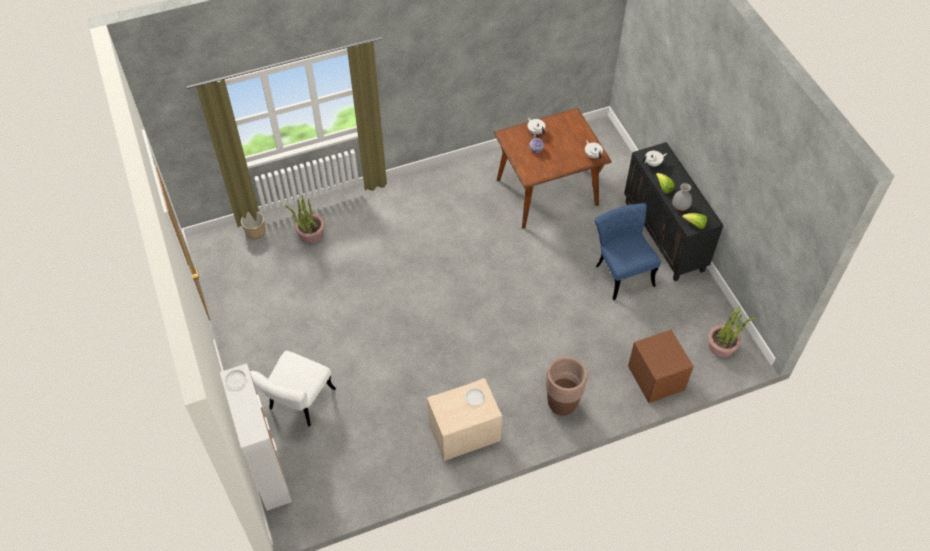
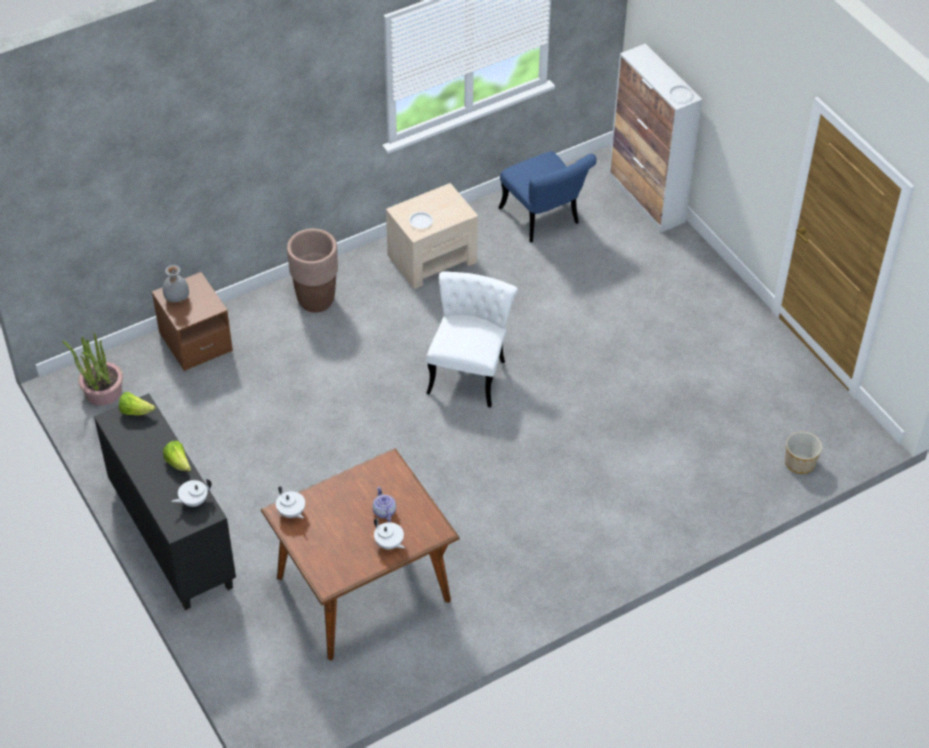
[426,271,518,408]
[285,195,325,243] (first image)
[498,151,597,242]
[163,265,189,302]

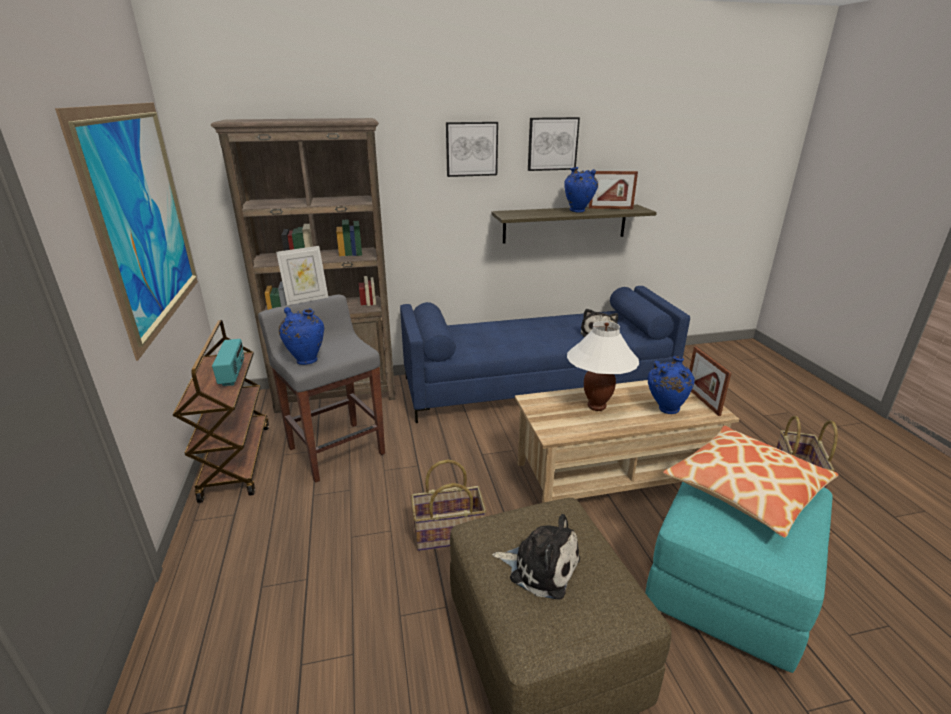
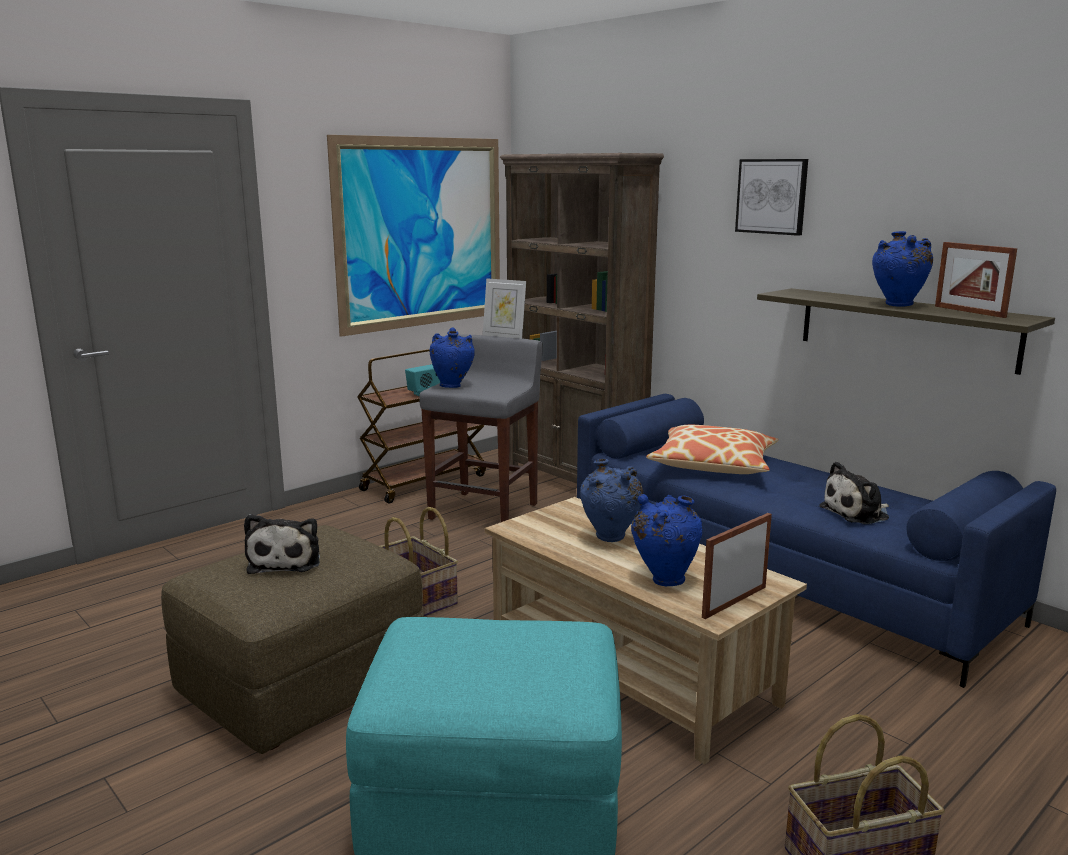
[528,117,580,171] (first image)
[580,459,643,542]
[646,425,778,474]

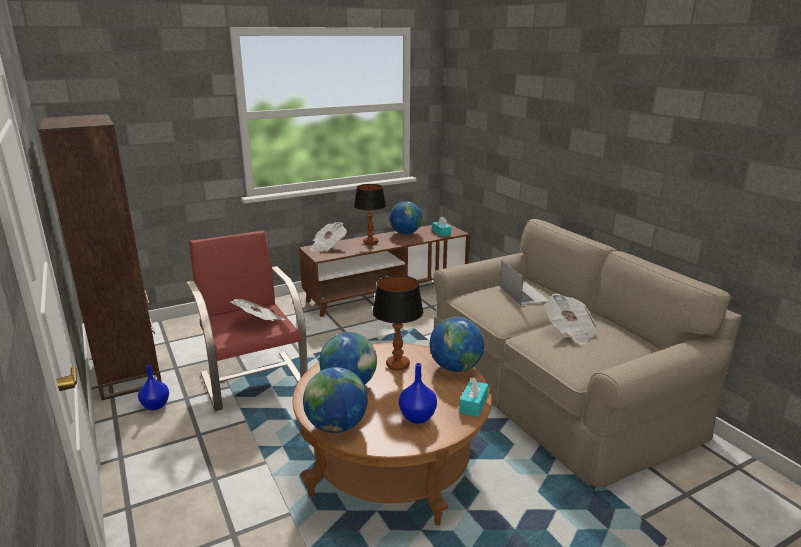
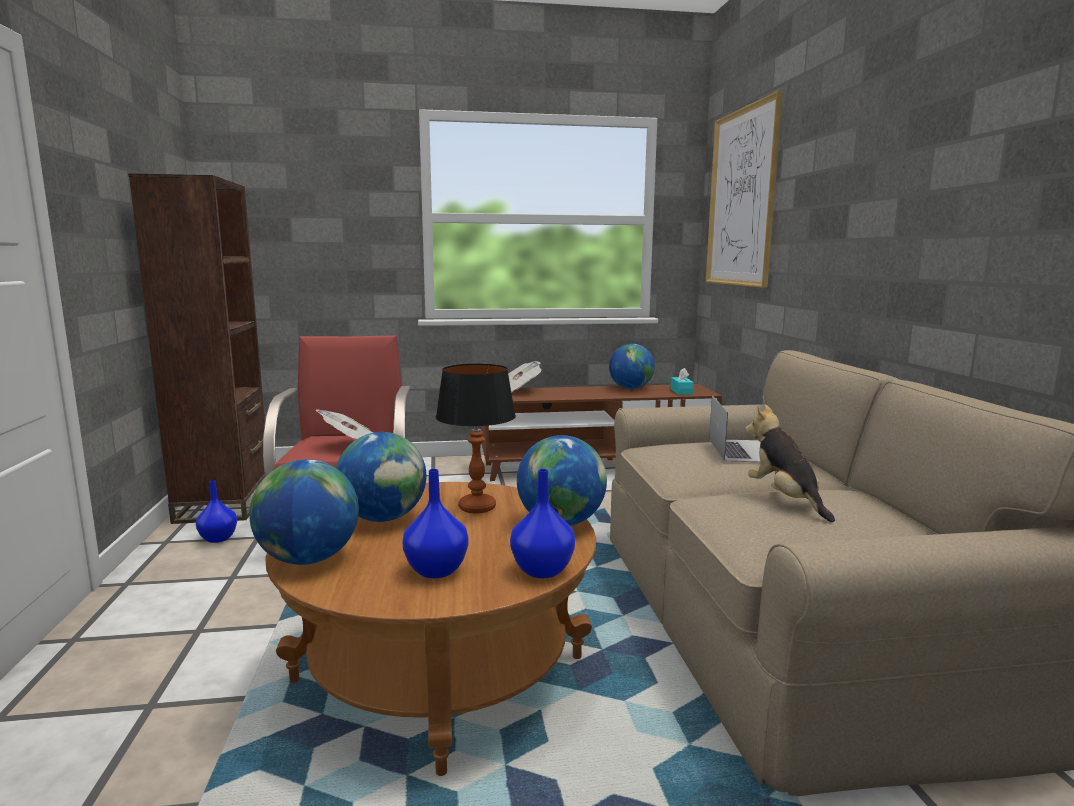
[354,184,386,245] (first image)
[510,469,575,578]
[745,405,835,522]
[706,91,783,288]

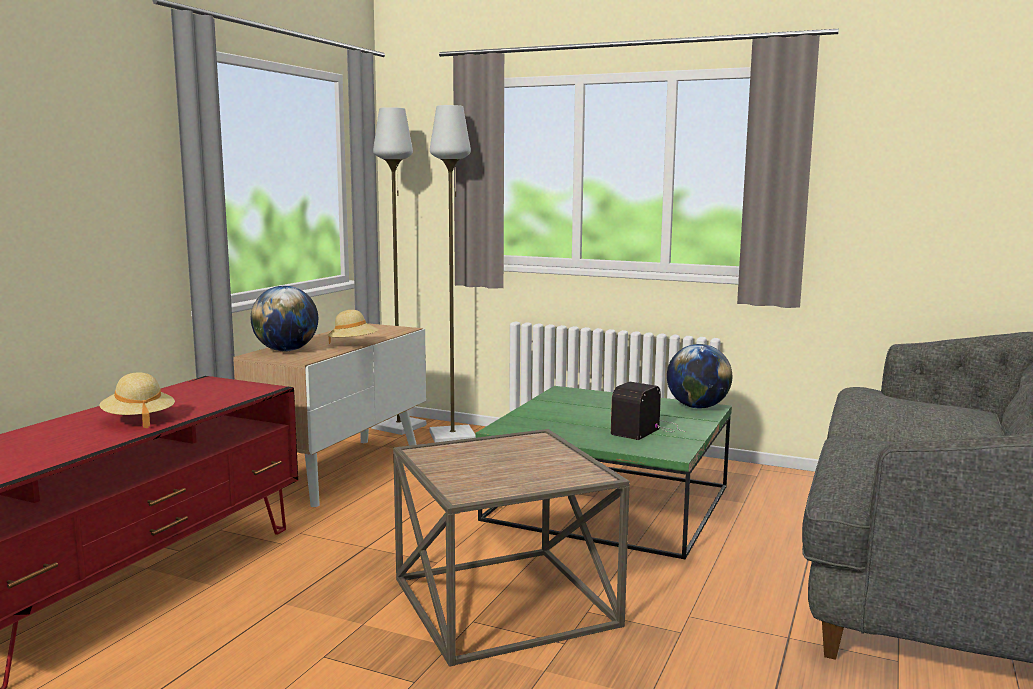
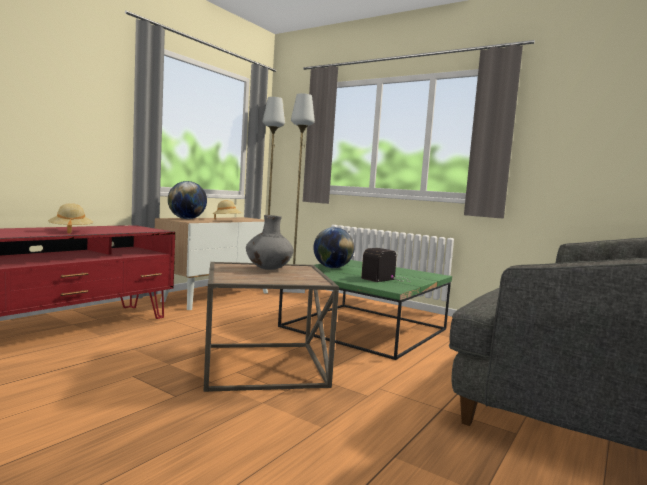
[313,227,354,268]
[246,215,294,270]

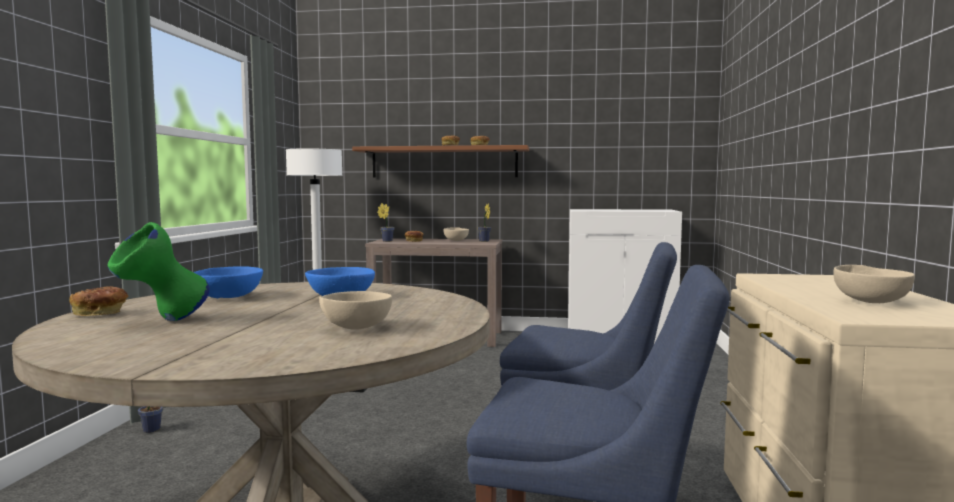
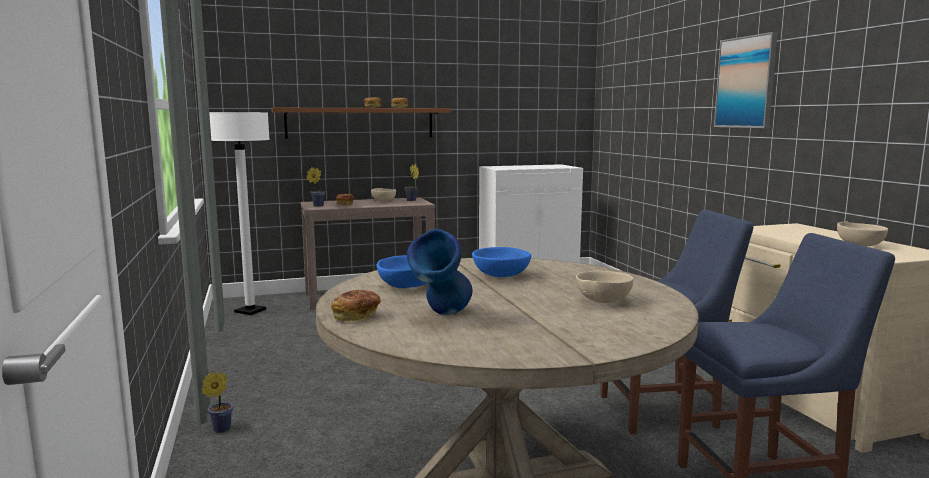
[407,229,473,315]
[714,32,778,128]

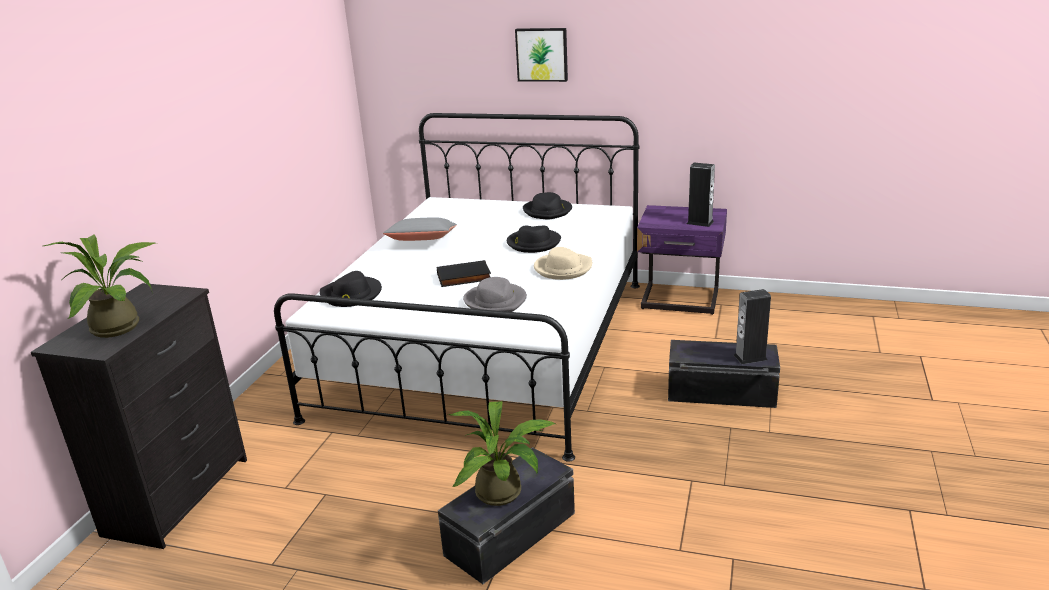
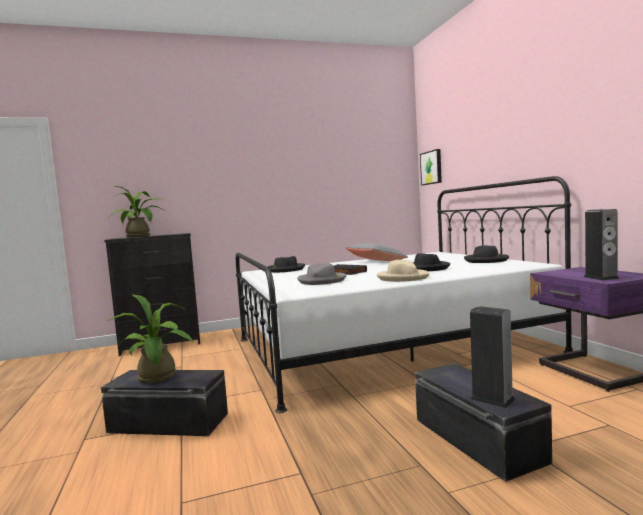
[420,149,442,185]

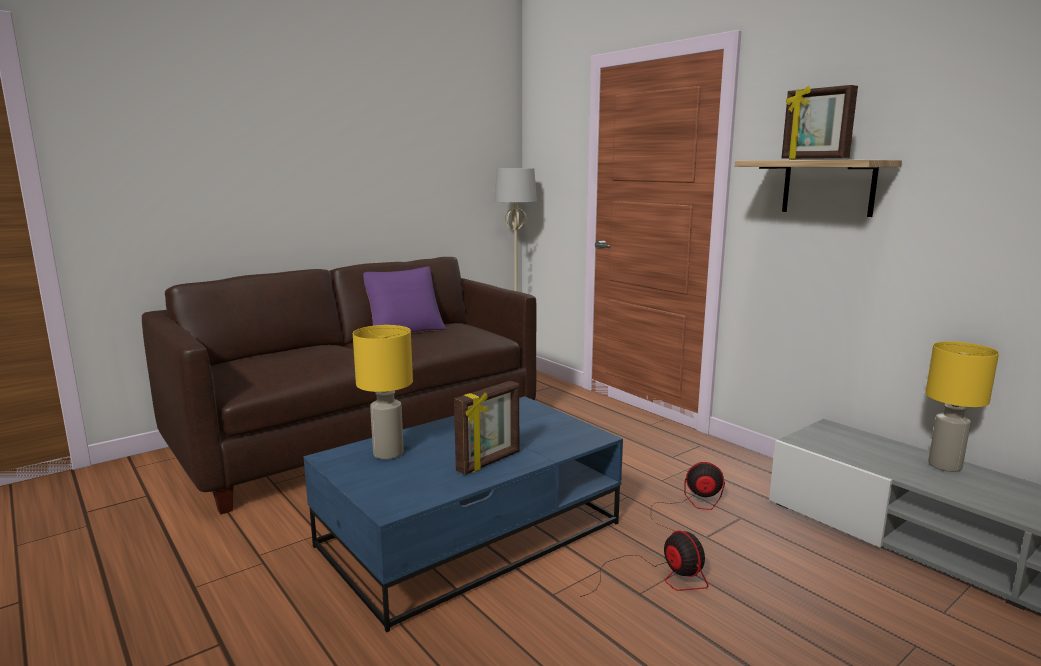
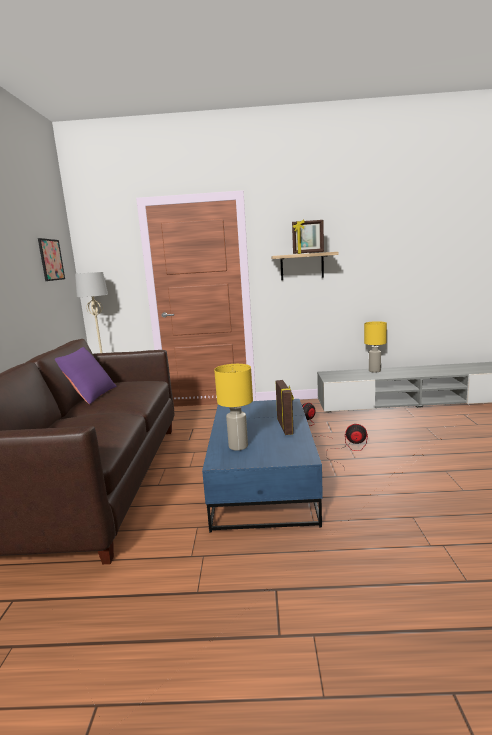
[38,238,65,281]

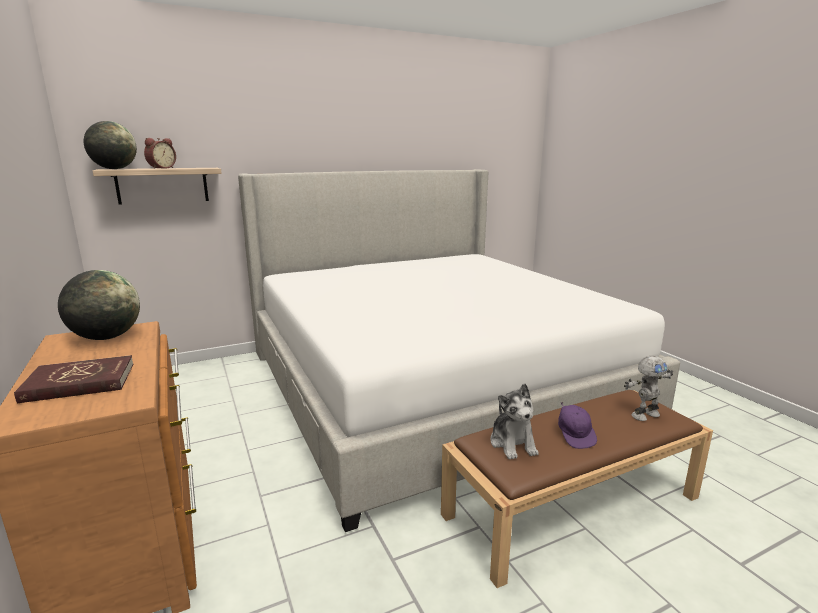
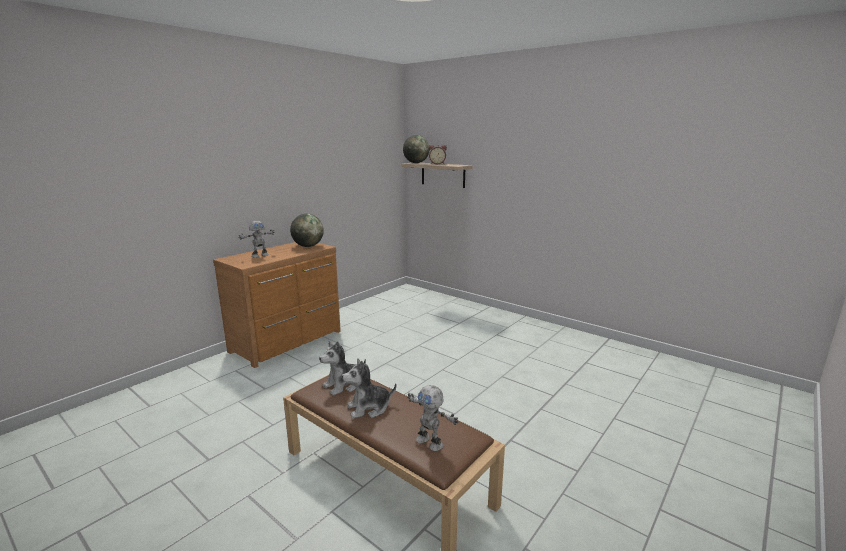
[239,221,275,258]
[238,169,680,532] (first image)
[342,358,396,419]

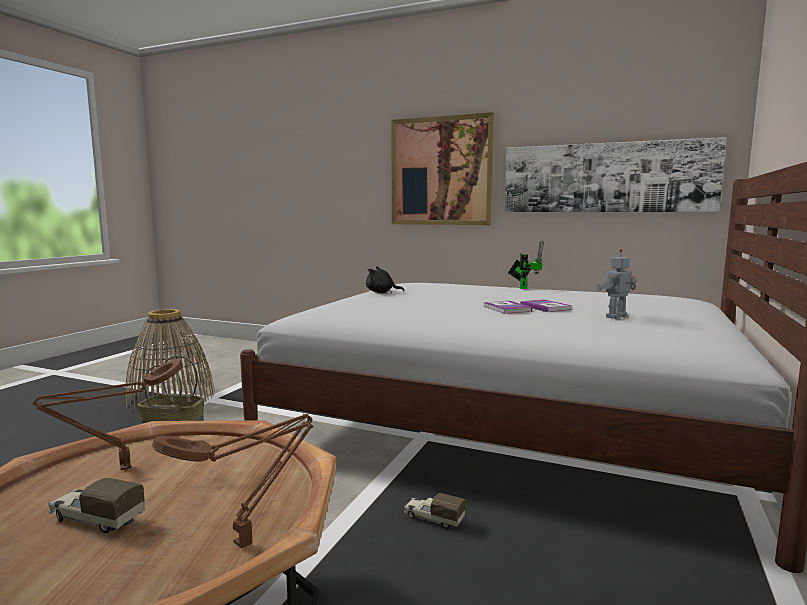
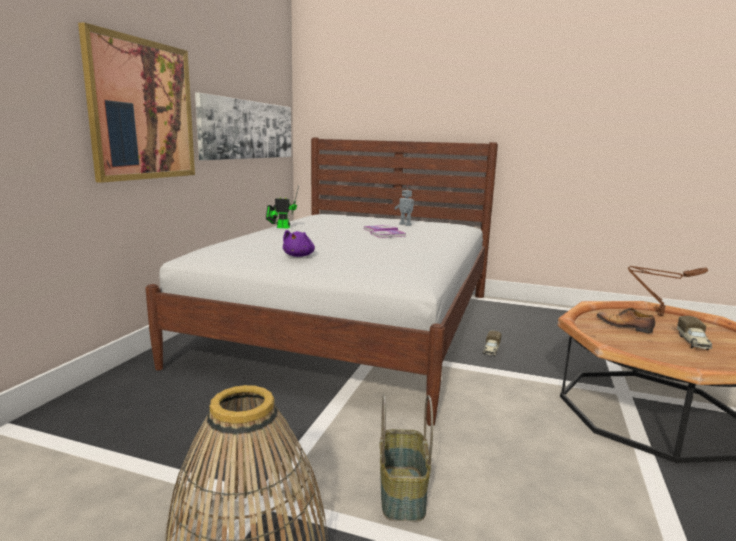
[33,359,183,470] (first image)
[283,230,315,257]
[597,308,655,333]

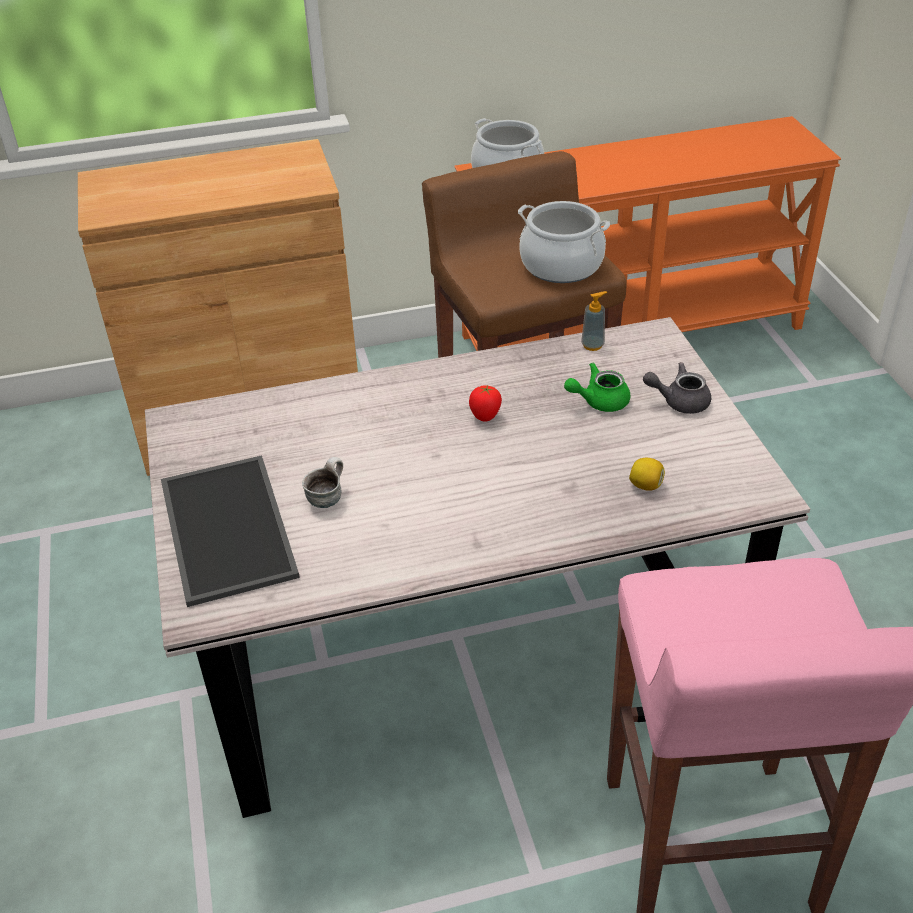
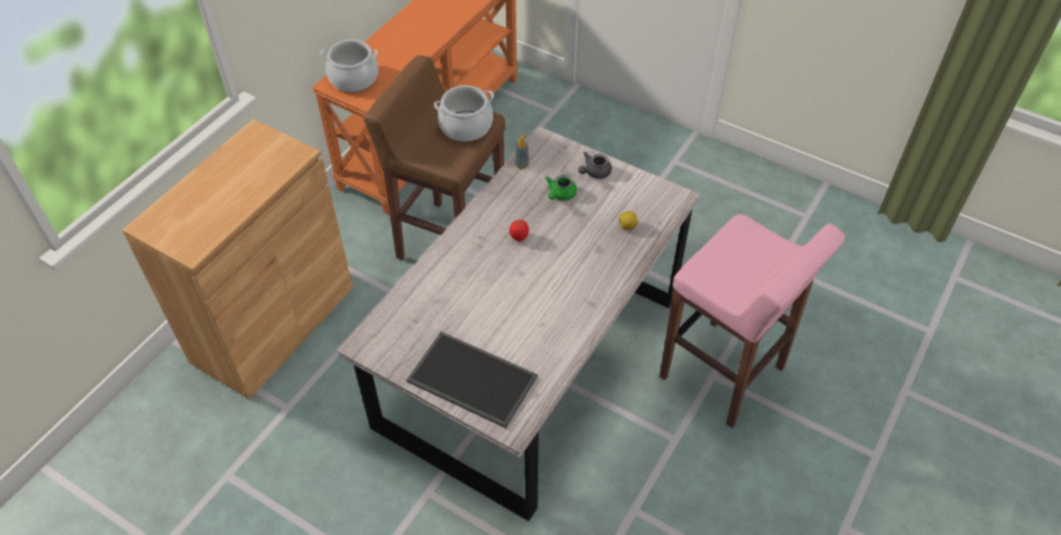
[302,457,343,508] (first image)

